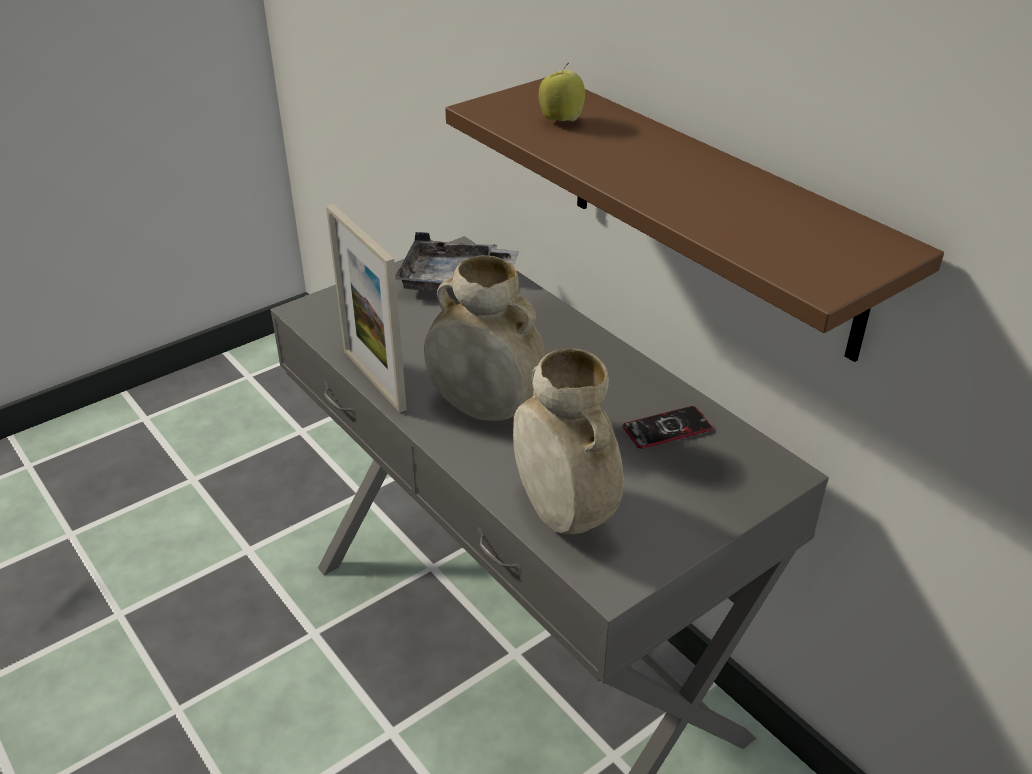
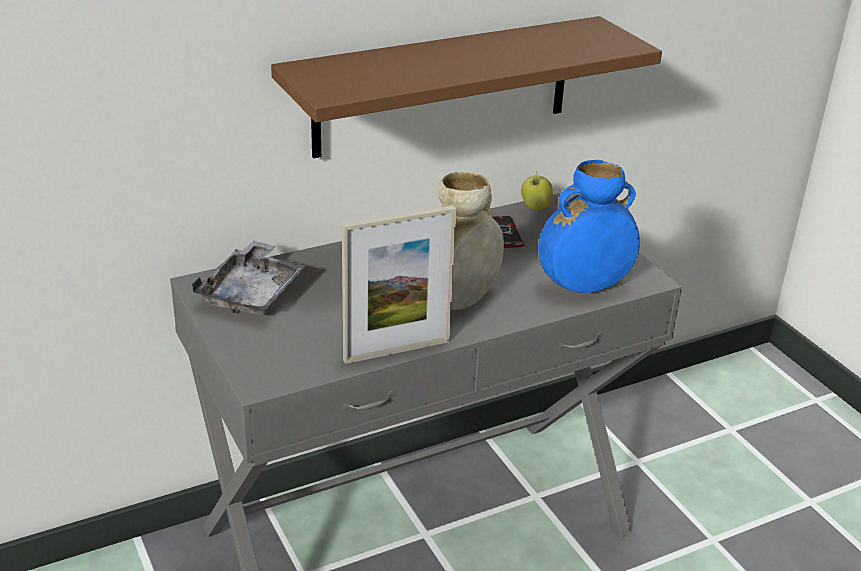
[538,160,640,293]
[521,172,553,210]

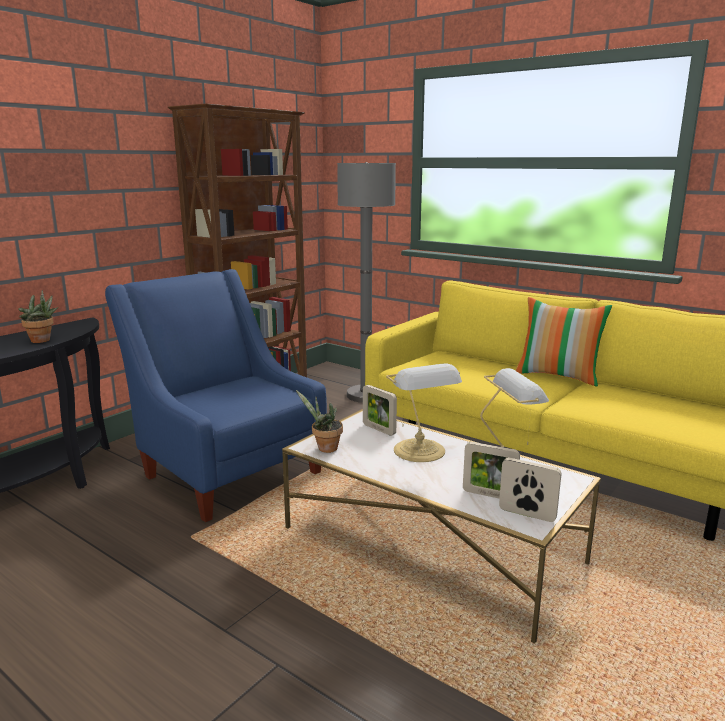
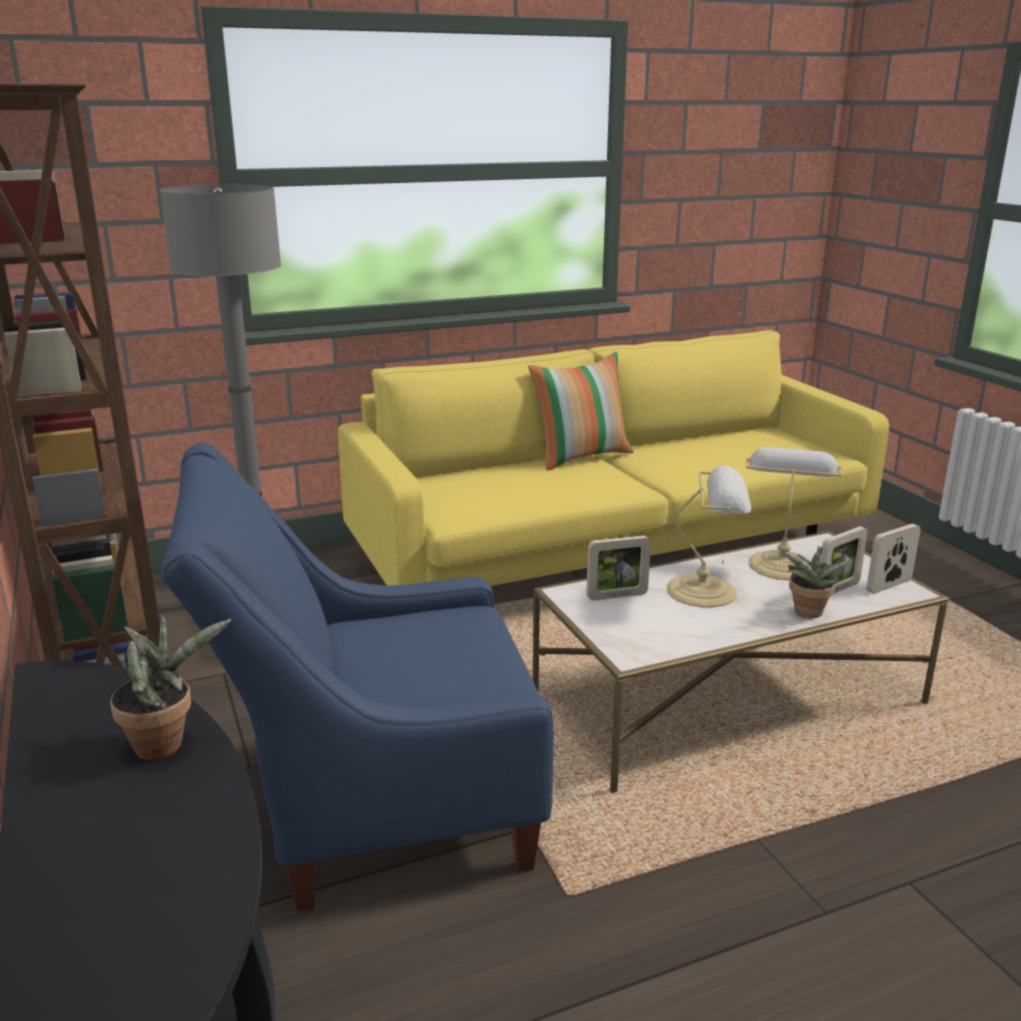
[782,546,851,618]

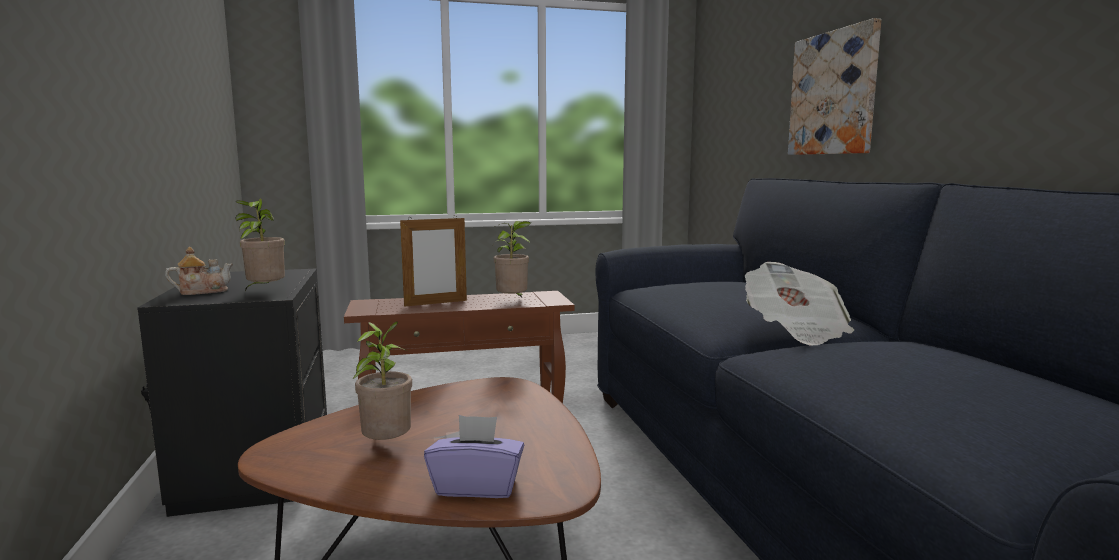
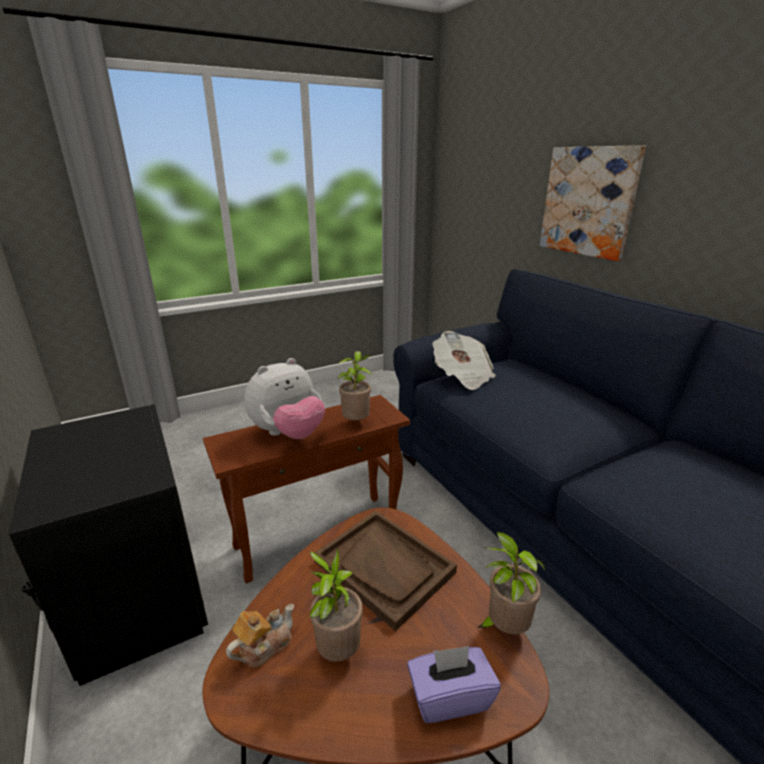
[226,603,294,668]
[477,531,545,634]
[244,358,325,439]
[432,331,496,390]
[314,511,457,631]

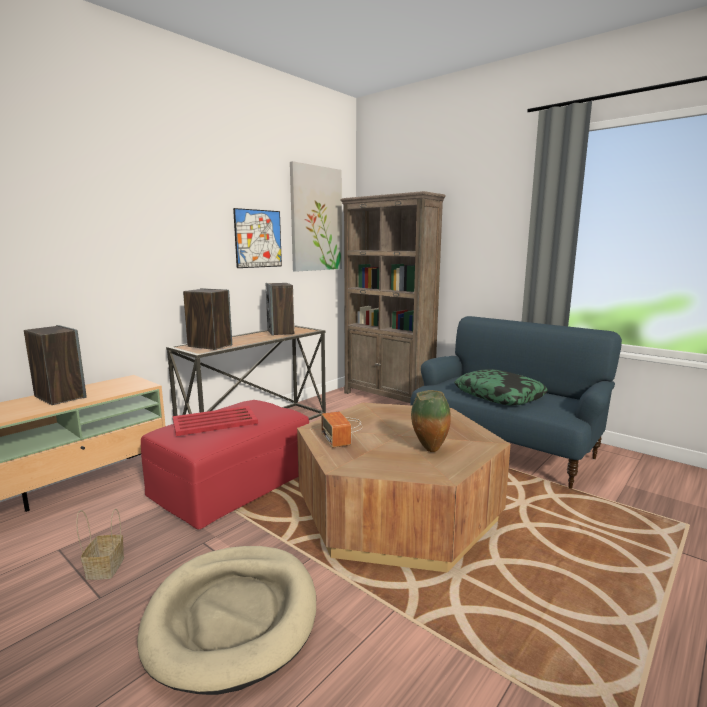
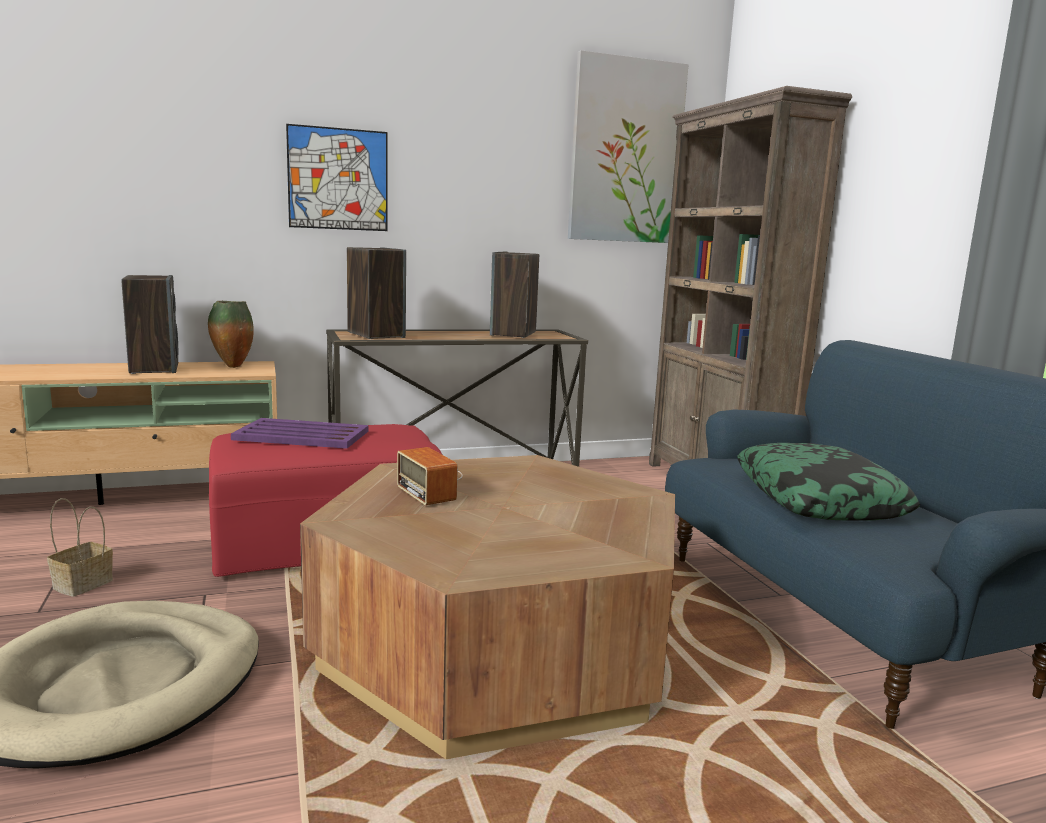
[231,418,369,449]
[286,124,388,231]
[397,447,463,505]
[208,301,254,368]

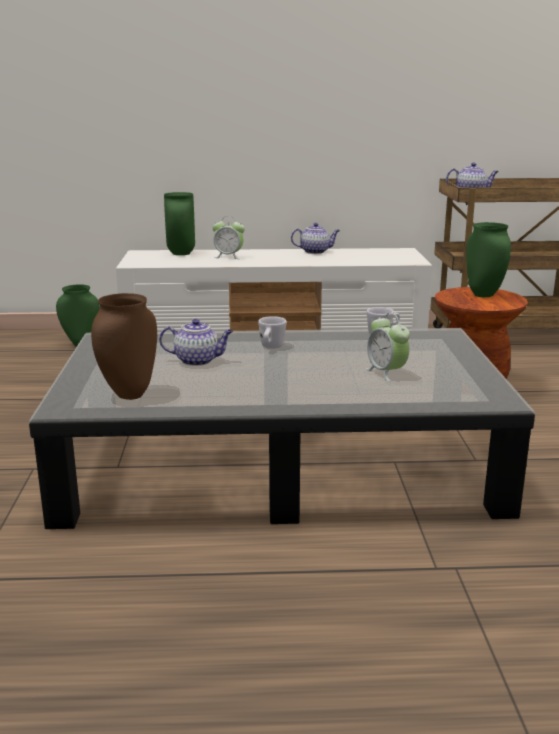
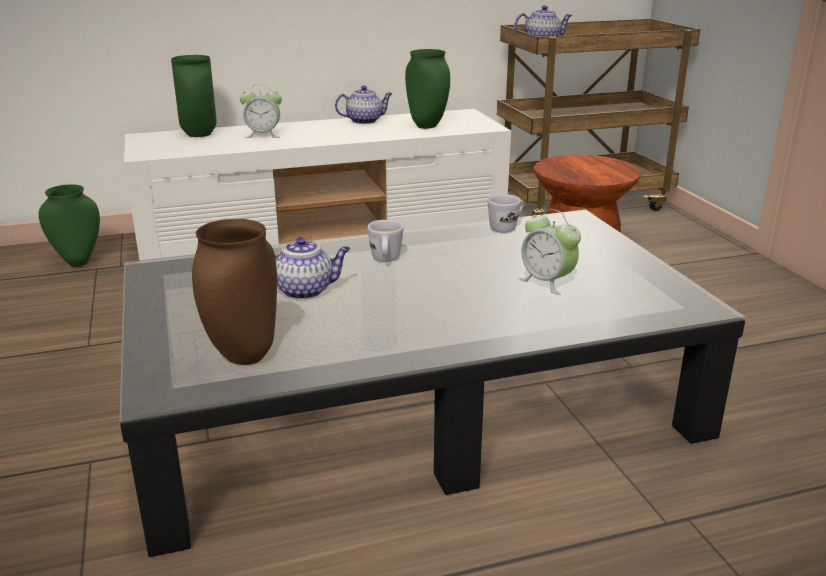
[405,49,450,129]

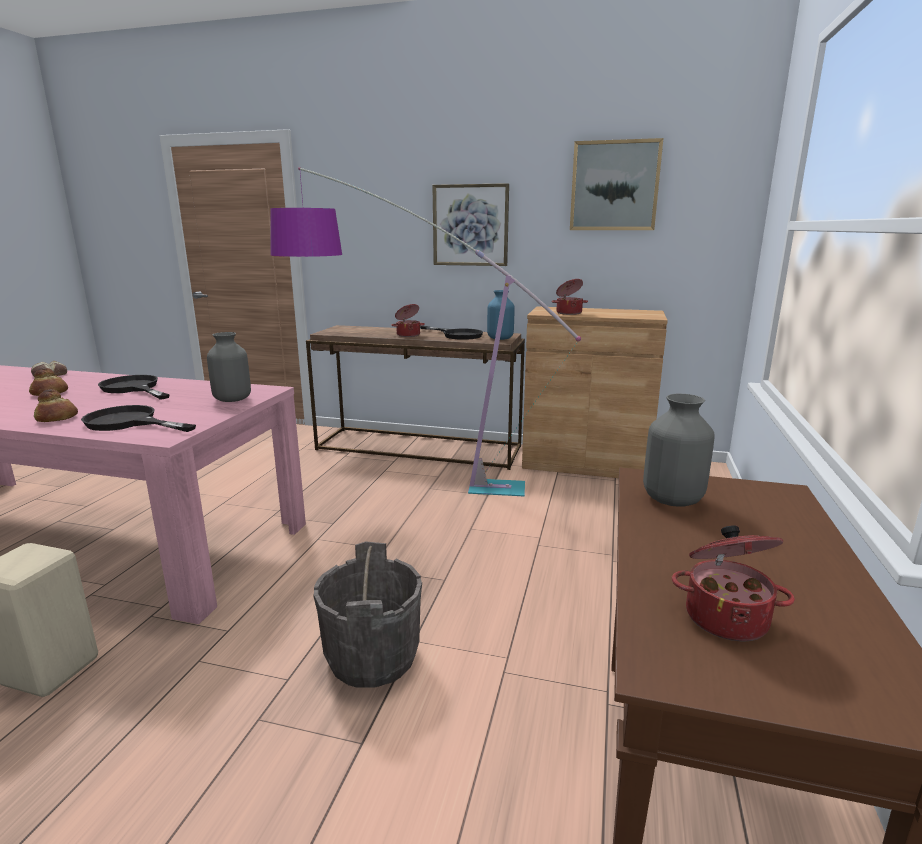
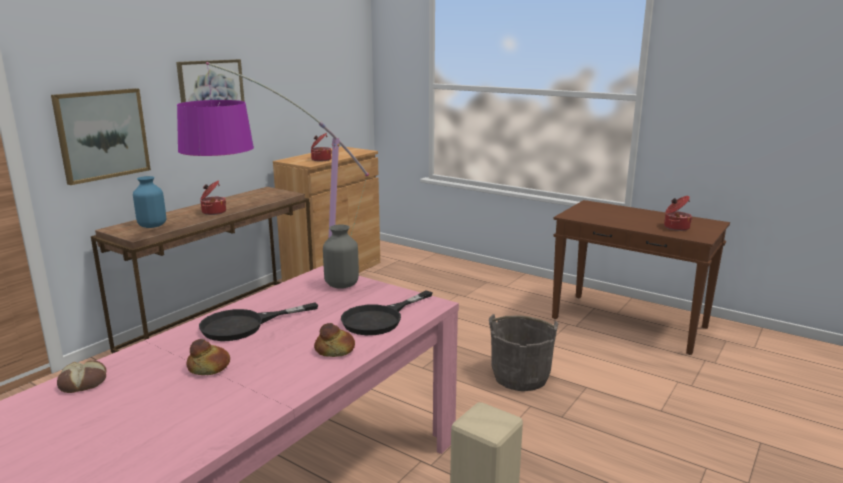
[420,326,483,340] (first image)
[133,176,166,228]
[51,88,151,185]
[643,394,715,507] (first image)

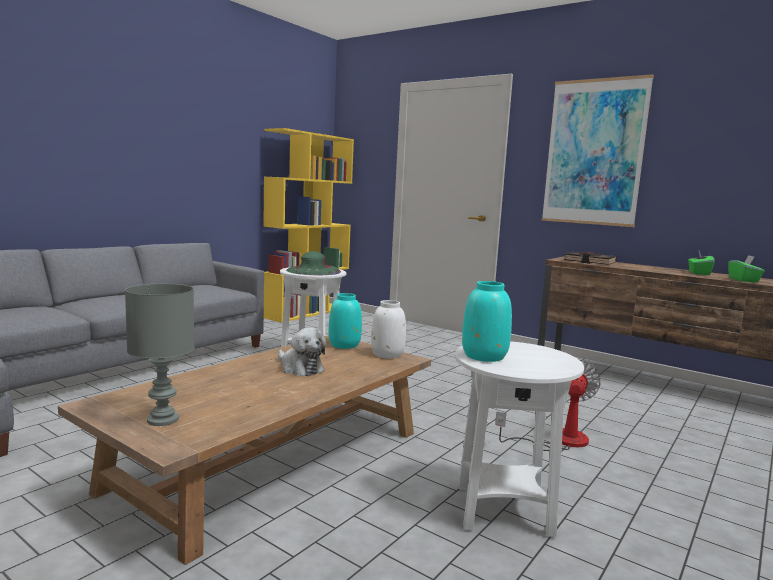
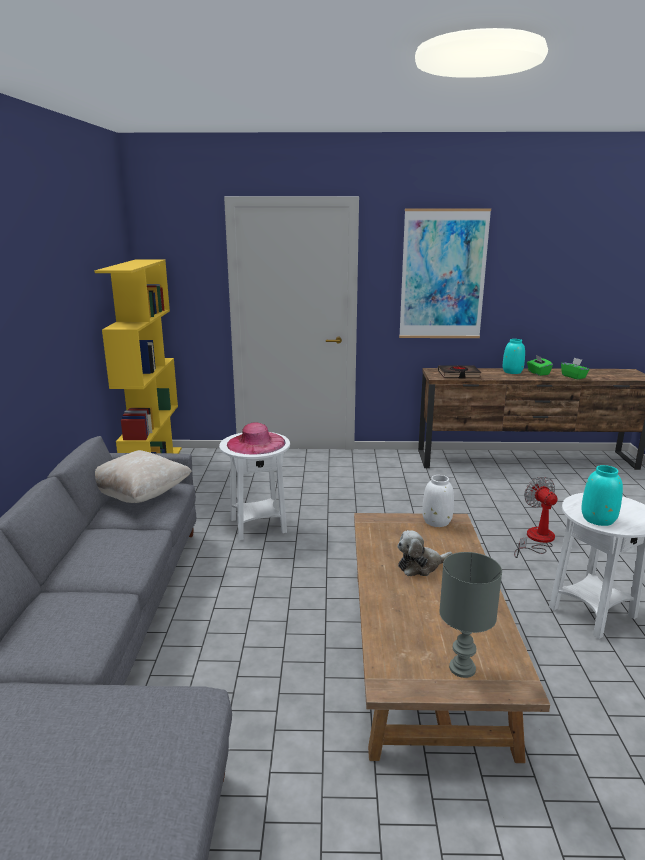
[397,530,453,576]
[227,422,286,455]
[503,339,525,374]
[95,450,192,503]

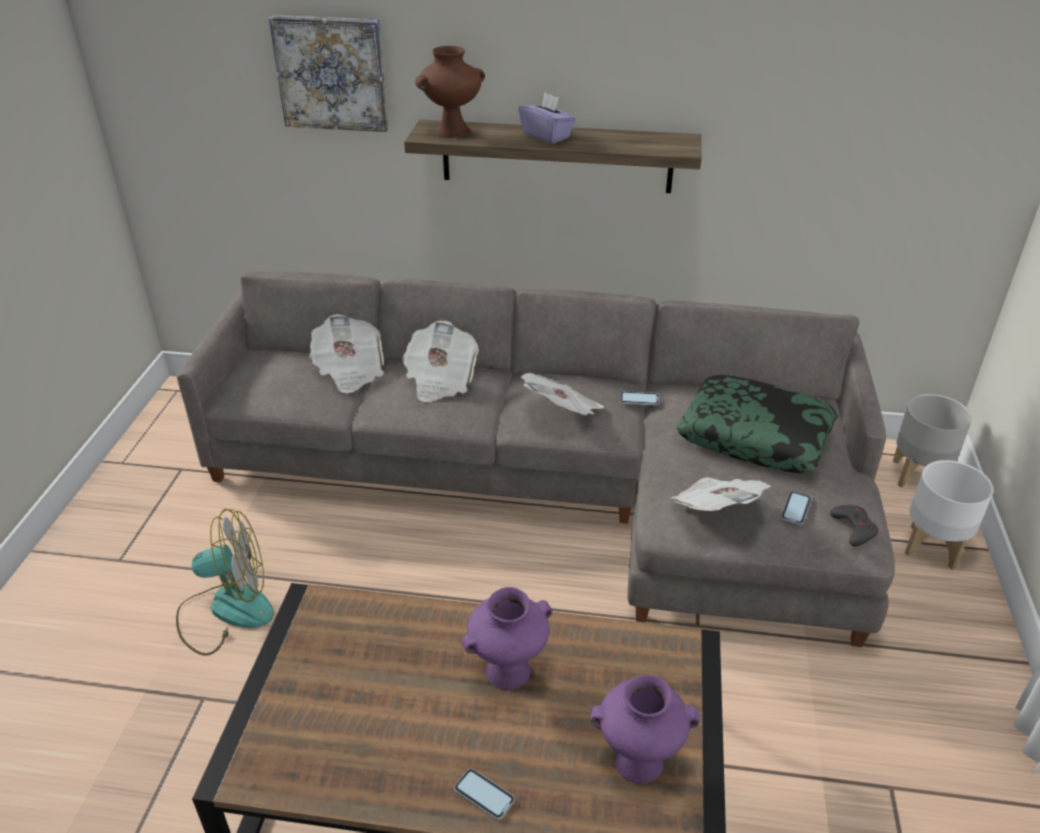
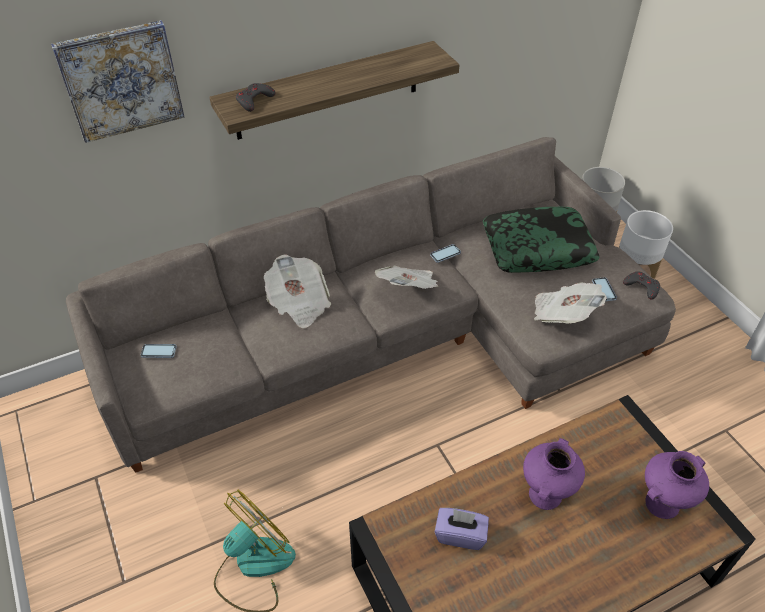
[309,314,384,394] (first image)
[236,83,276,112]
[141,344,176,358]
[435,508,489,550]

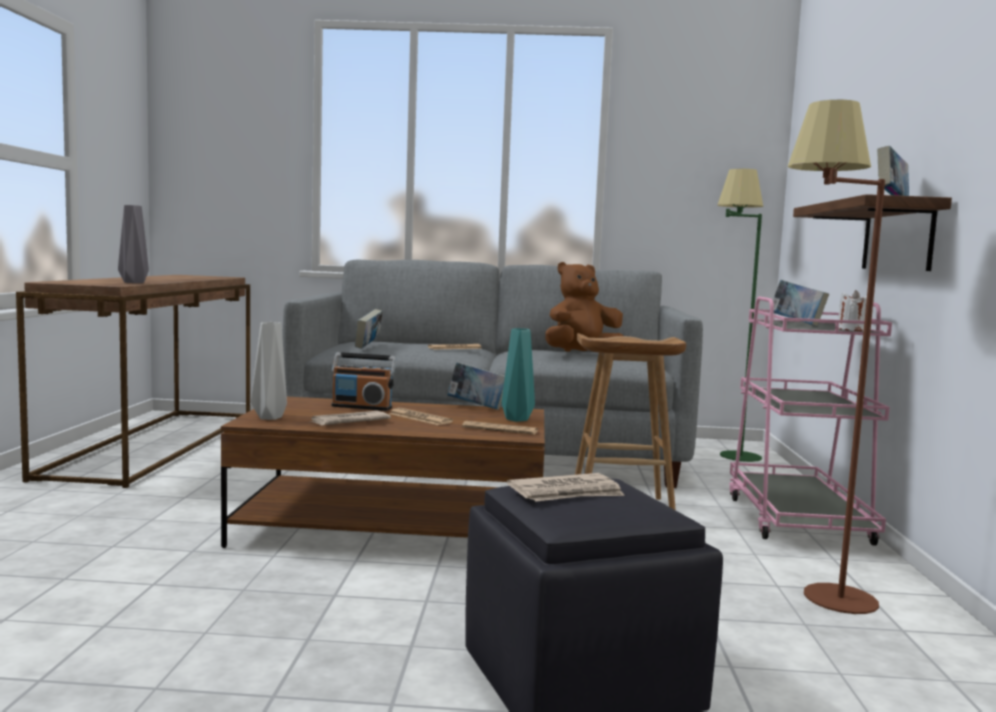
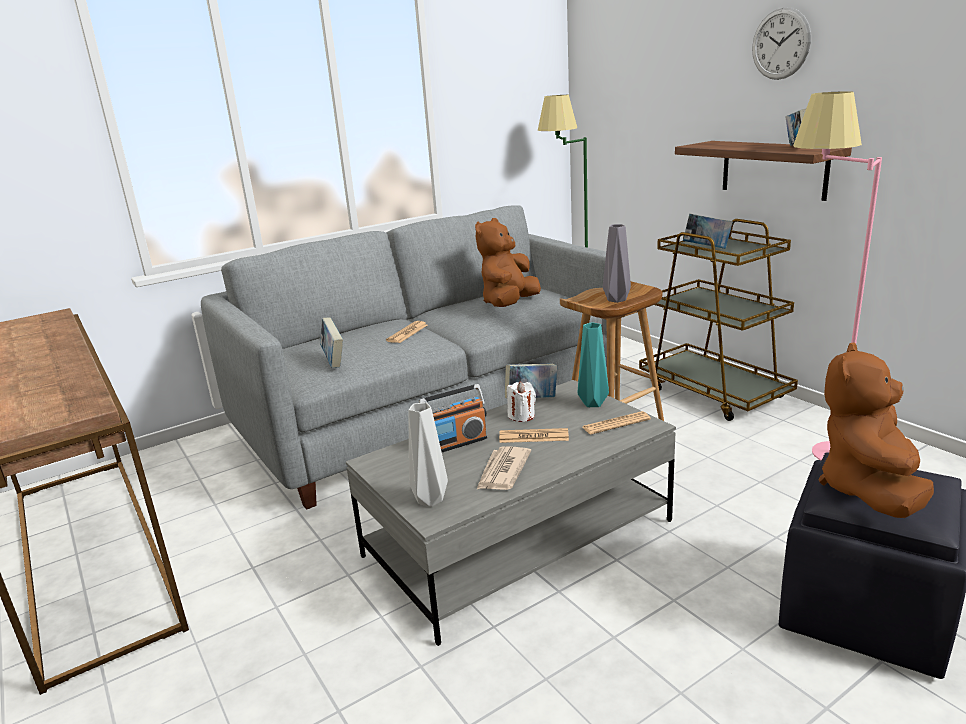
[603,224,631,303]
[346,380,676,646]
[819,342,934,518]
[639,219,798,421]
[793,91,882,461]
[507,382,536,422]
[752,7,811,80]

